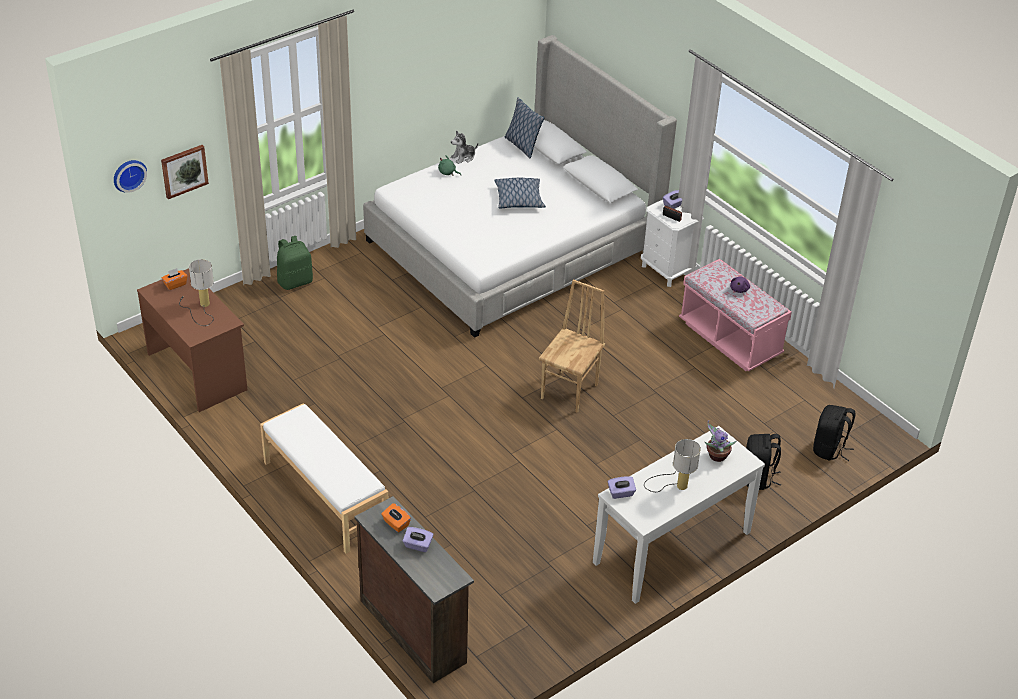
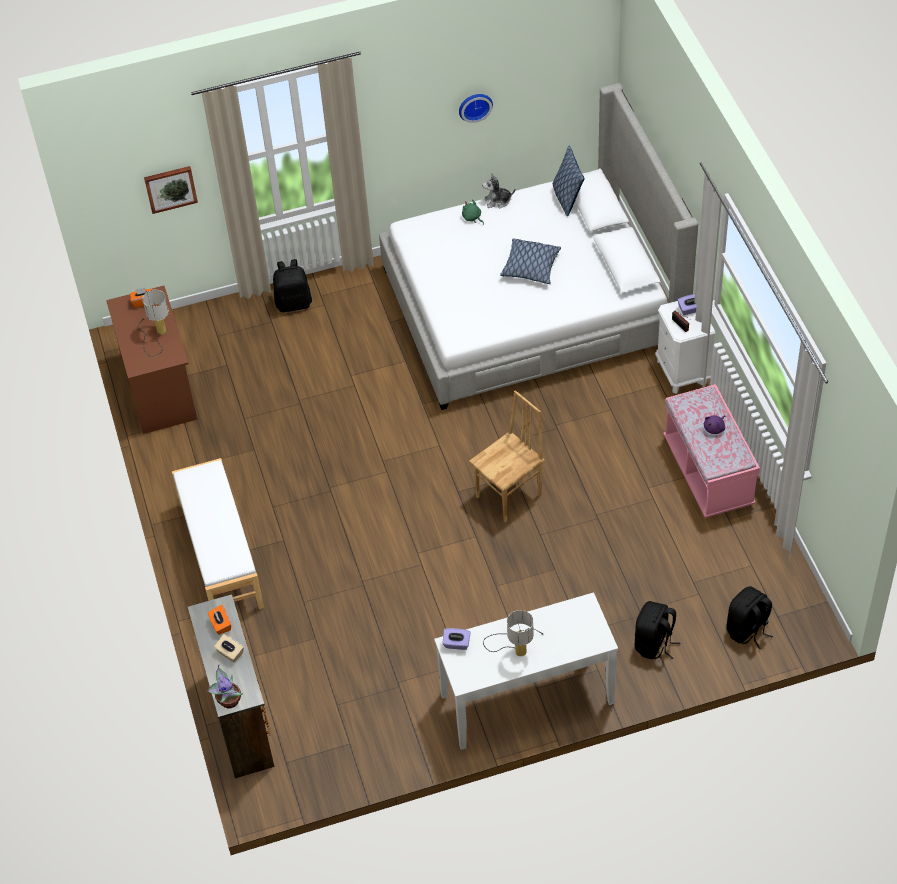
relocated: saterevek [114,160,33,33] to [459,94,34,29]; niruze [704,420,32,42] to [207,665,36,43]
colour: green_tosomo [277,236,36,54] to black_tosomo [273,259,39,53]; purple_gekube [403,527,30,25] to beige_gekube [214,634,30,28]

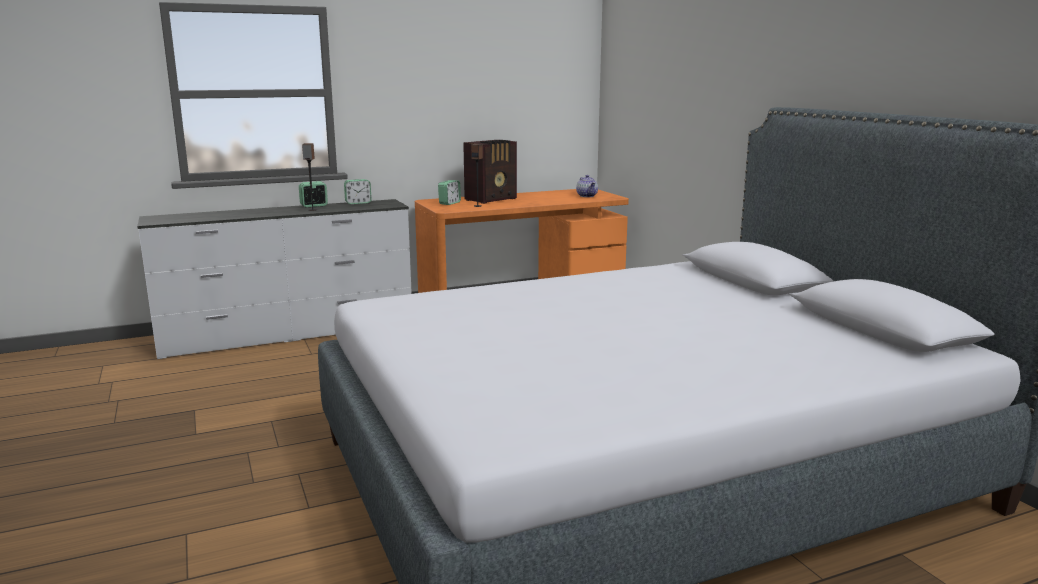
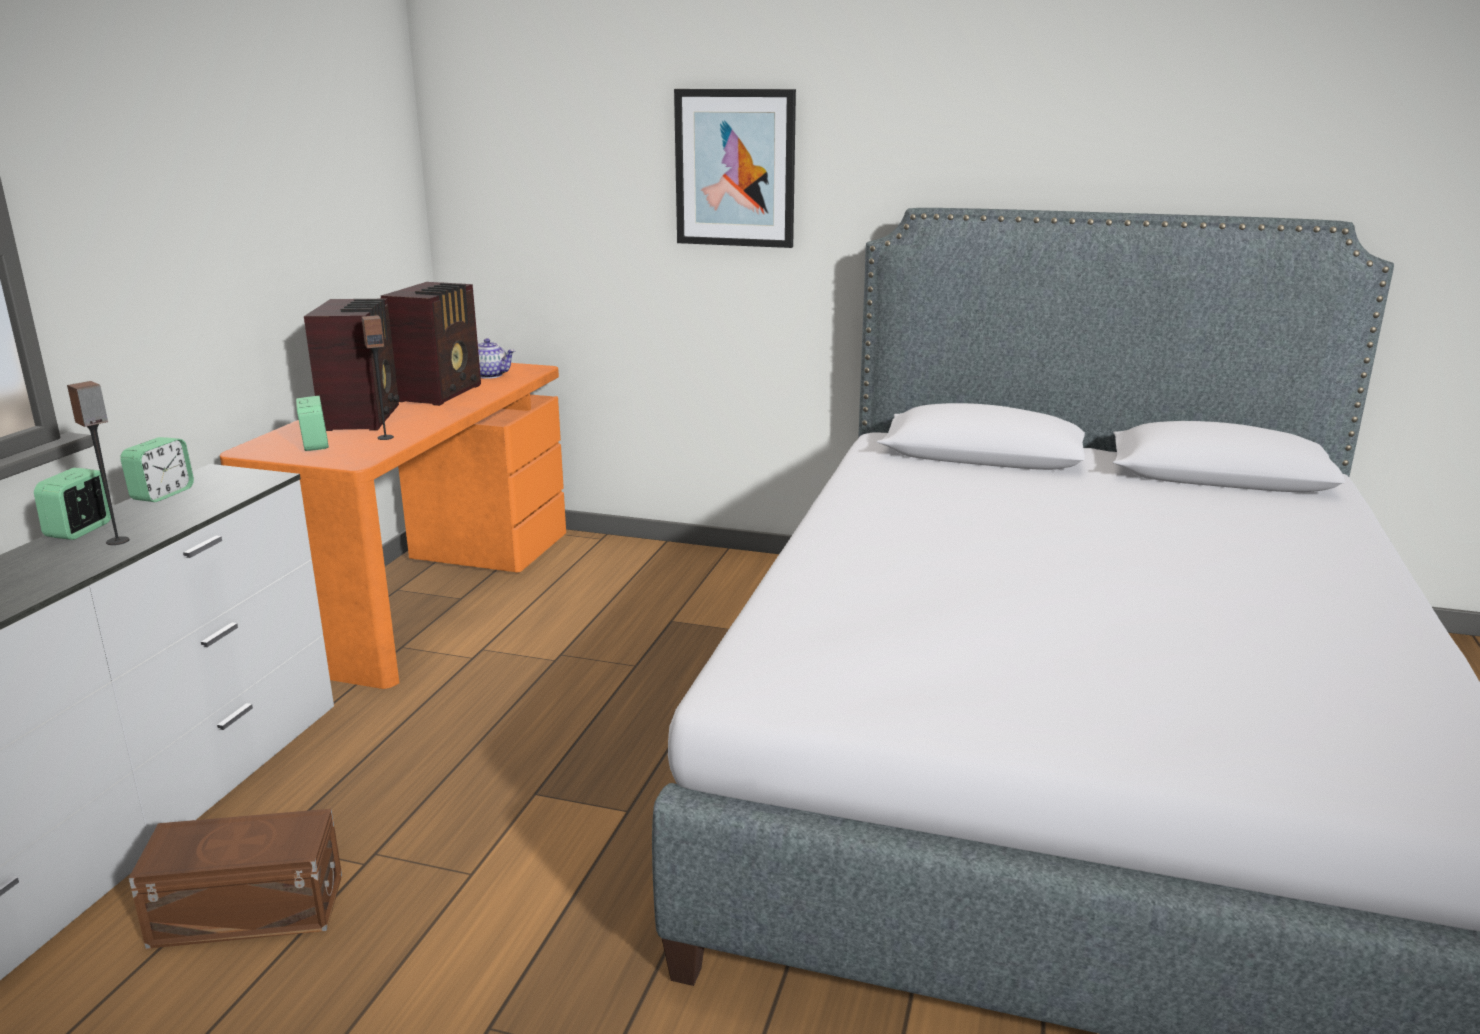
appeared: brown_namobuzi [129,809,213,140]; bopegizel [381,282,100,124]; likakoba [674,89,122,159]

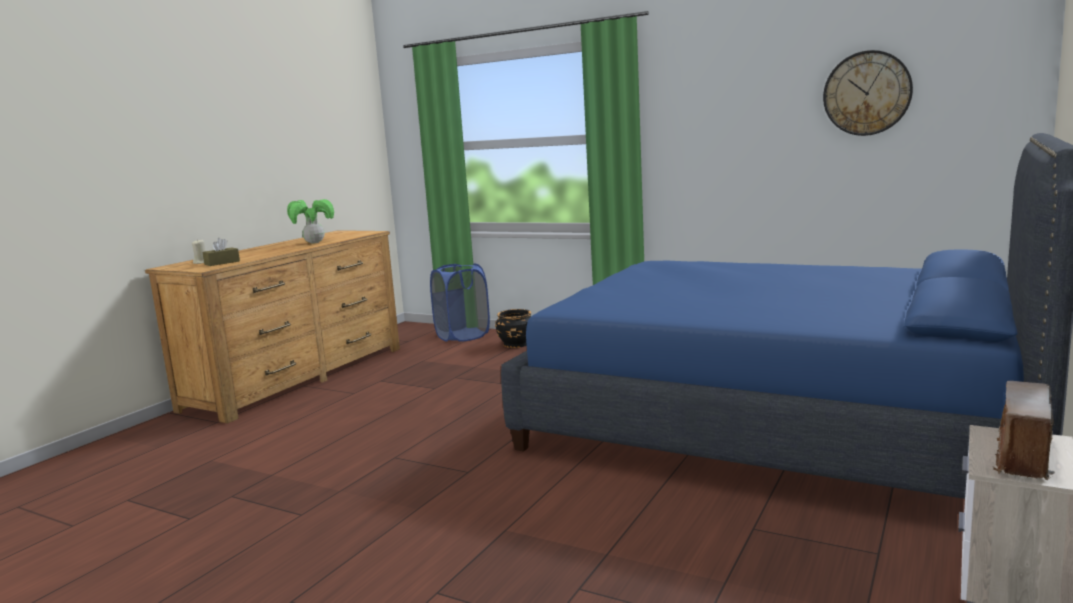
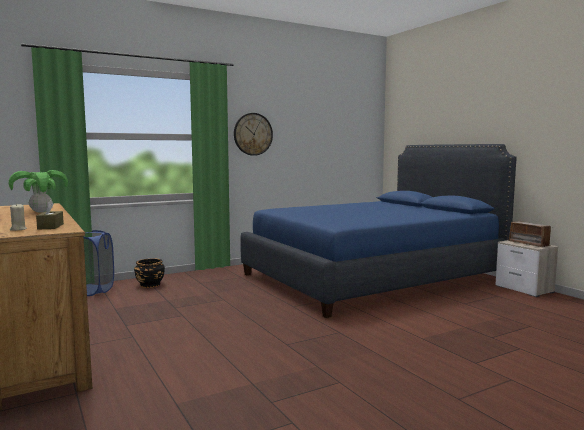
relocated: saterevek [823,50,90,86] to [234,113,39,43]

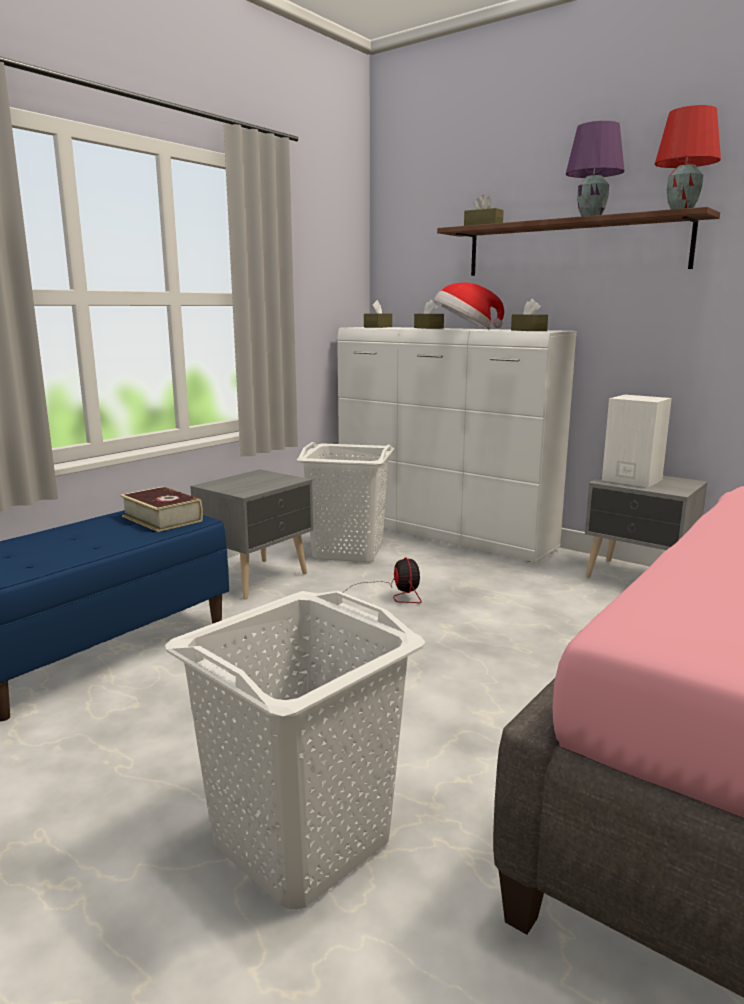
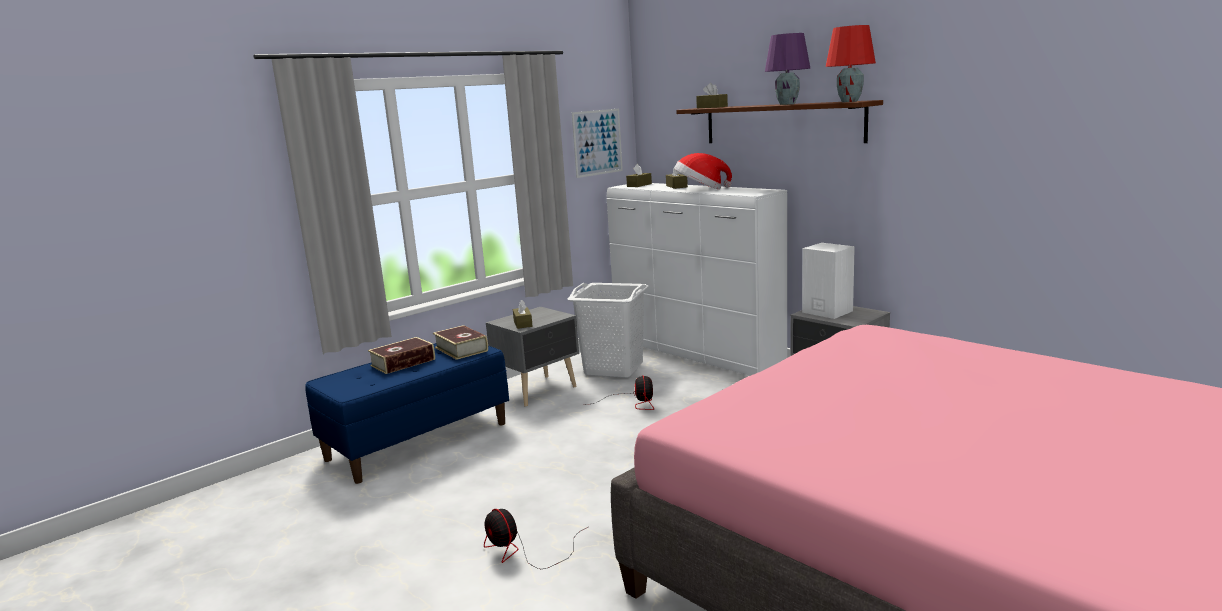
appeared: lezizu [368,337,67,37]; likakoba [572,109,51,69]
relocated: brown_gekube [511,299,37,32] to [513,300,20,29]
exchanged: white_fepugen [165,591,260,319] to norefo [484,509,104,60]

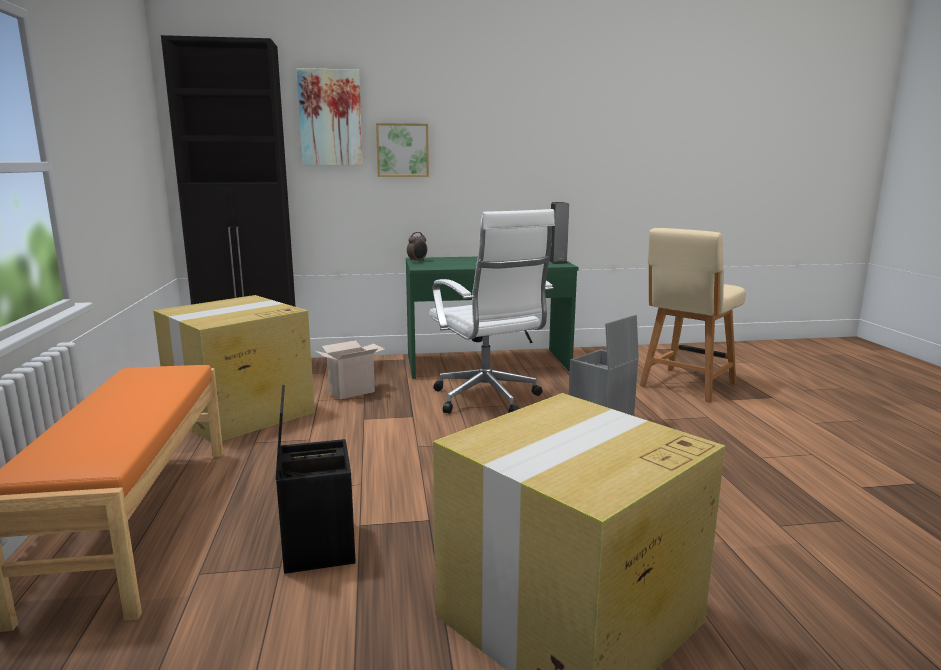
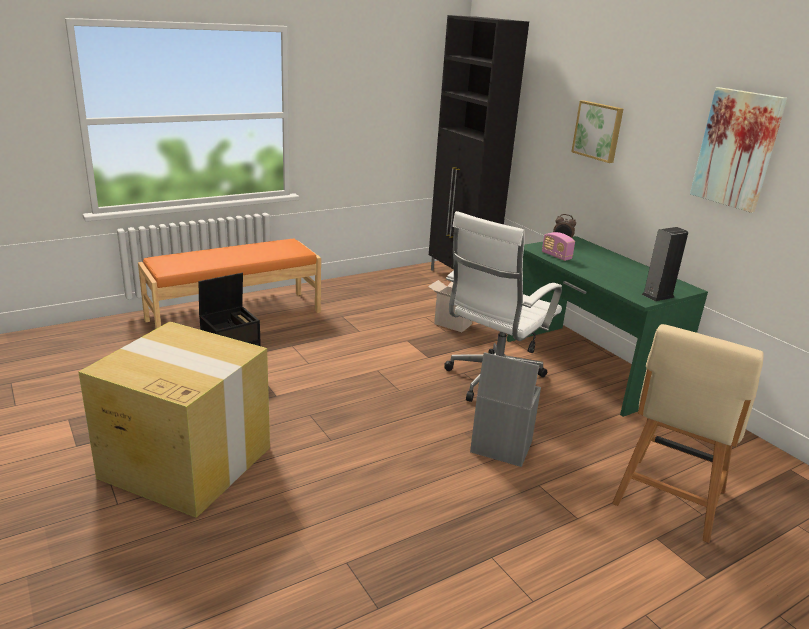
missing: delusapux [153,295,162,148]
appeared: bopegizel [542,232,33,29]
relocated: likakoba [297,68,66,97] to [690,87,97,126]
spun: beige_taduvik [640,228,106,175] = [612,324,152,219] 75 degrees counterclockwise

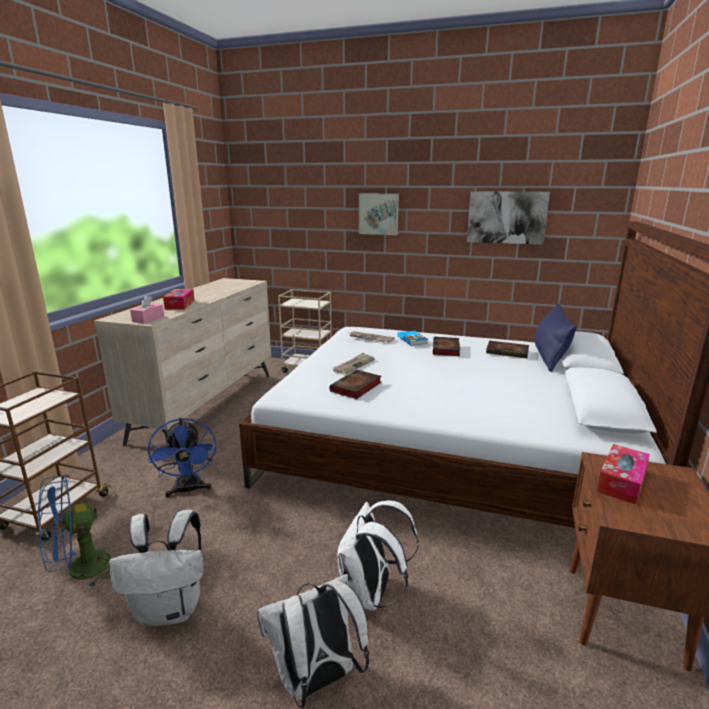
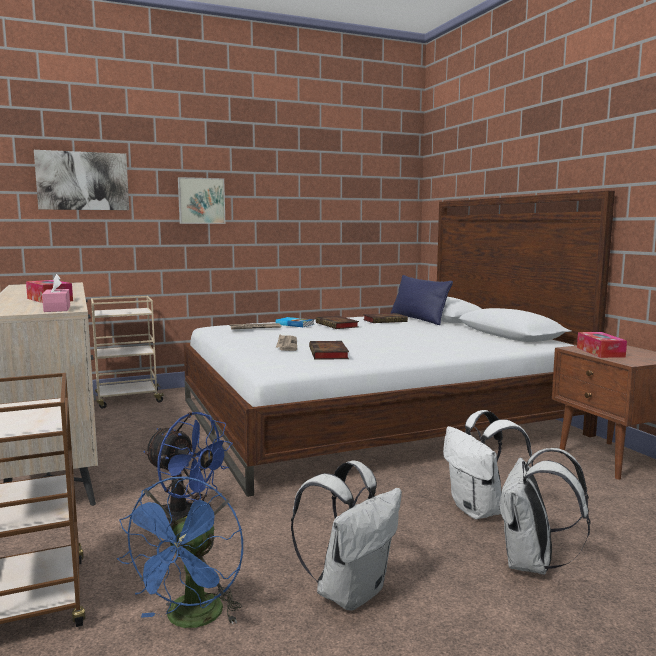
relocated: likakoba [467,191,83,54] to [34,150,95,60]

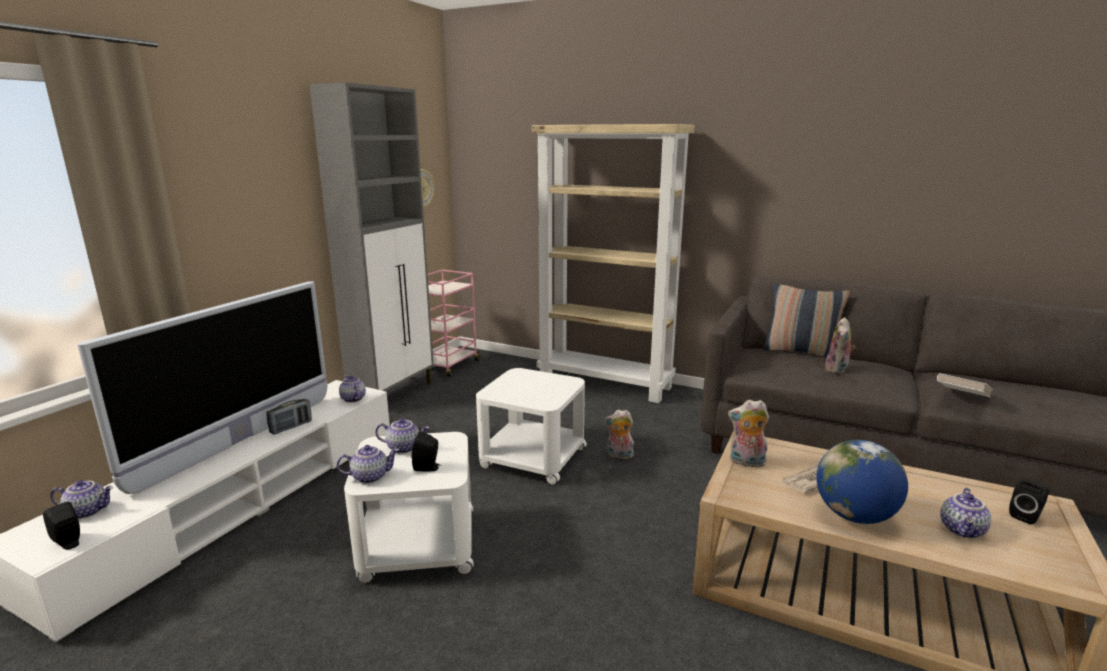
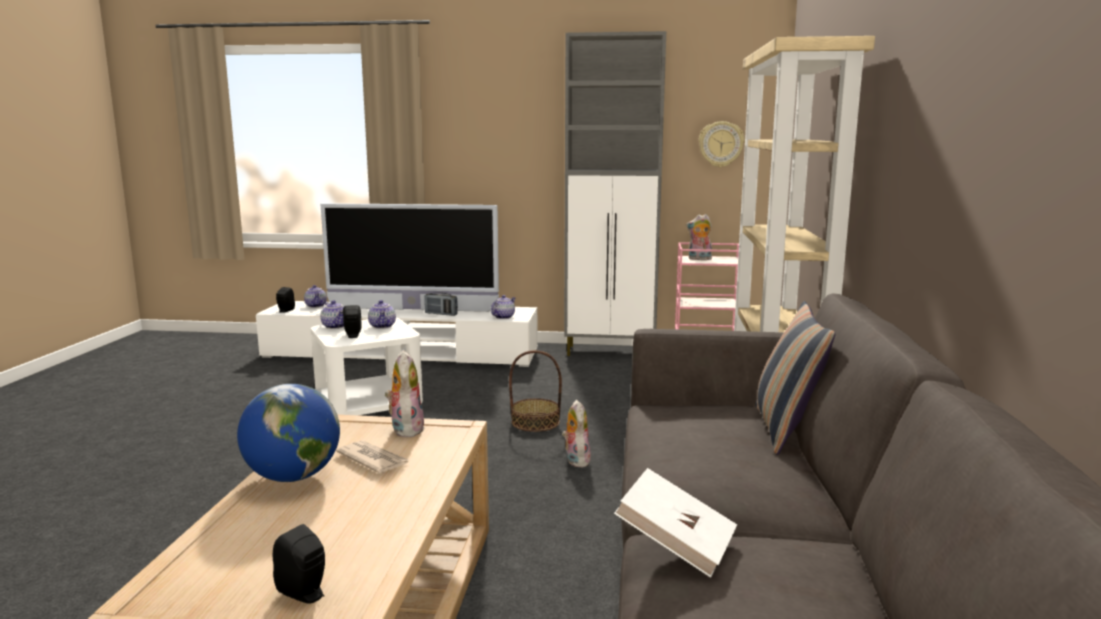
missing: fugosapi [940,488,51,50]
relocated: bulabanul [825,317,30,57] to [686,214,26,46]
exchanged: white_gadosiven [476,368,111,117] to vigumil [509,350,53,82]

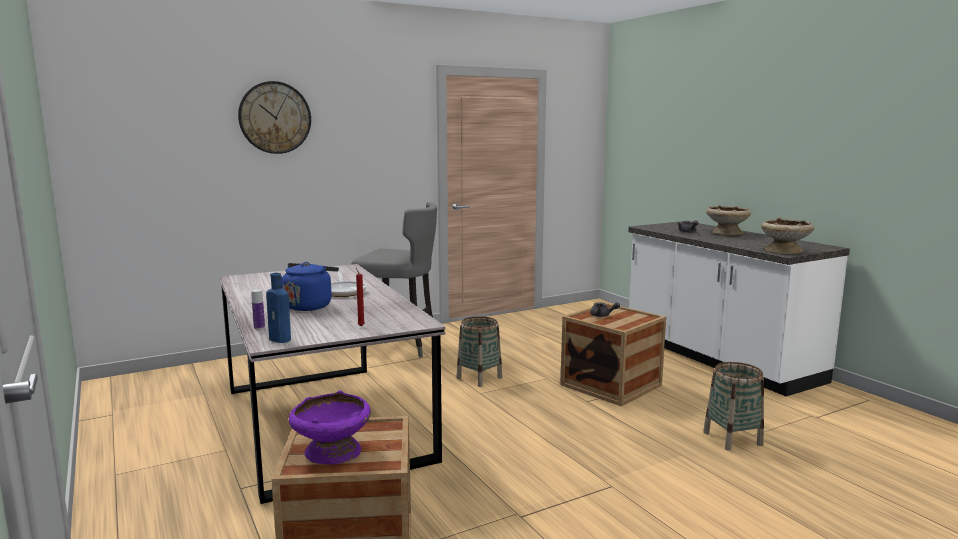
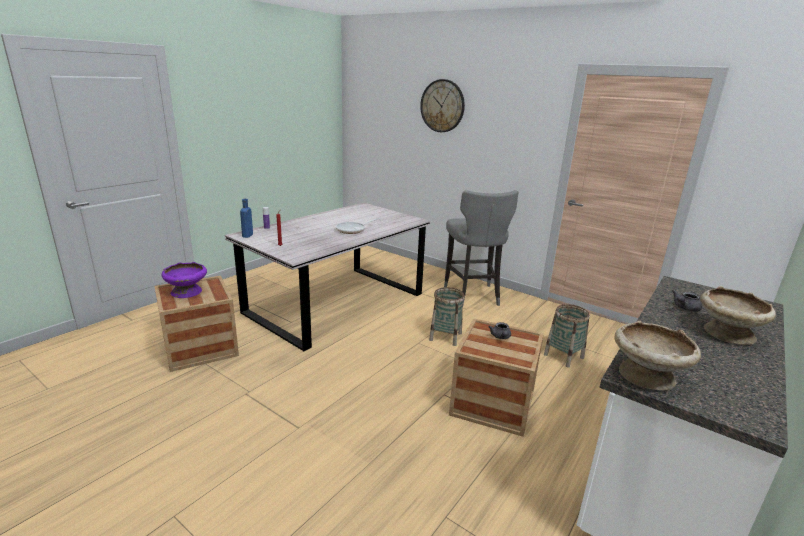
missing: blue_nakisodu [281,262,58,49]
relocated: vigumil [703,362,61,89] to [544,304,46,64]

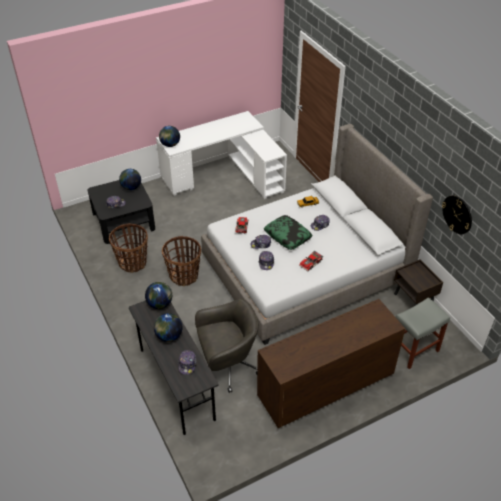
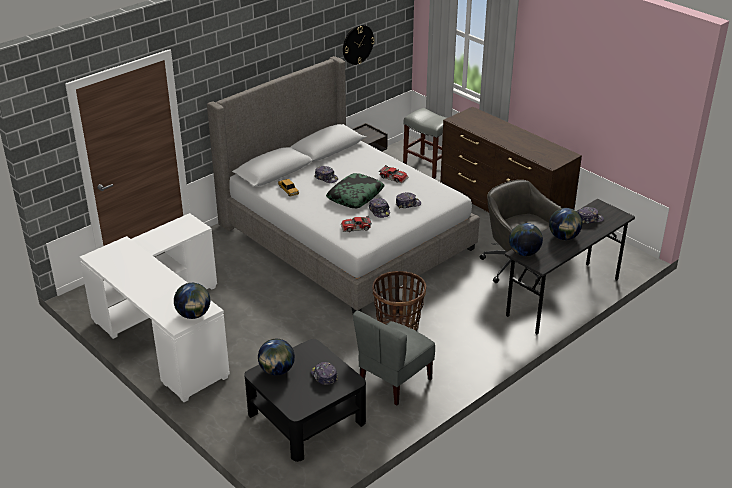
exchanged: vigumil [109,223,39,50] to grey_taduvik [353,311,82,94]

